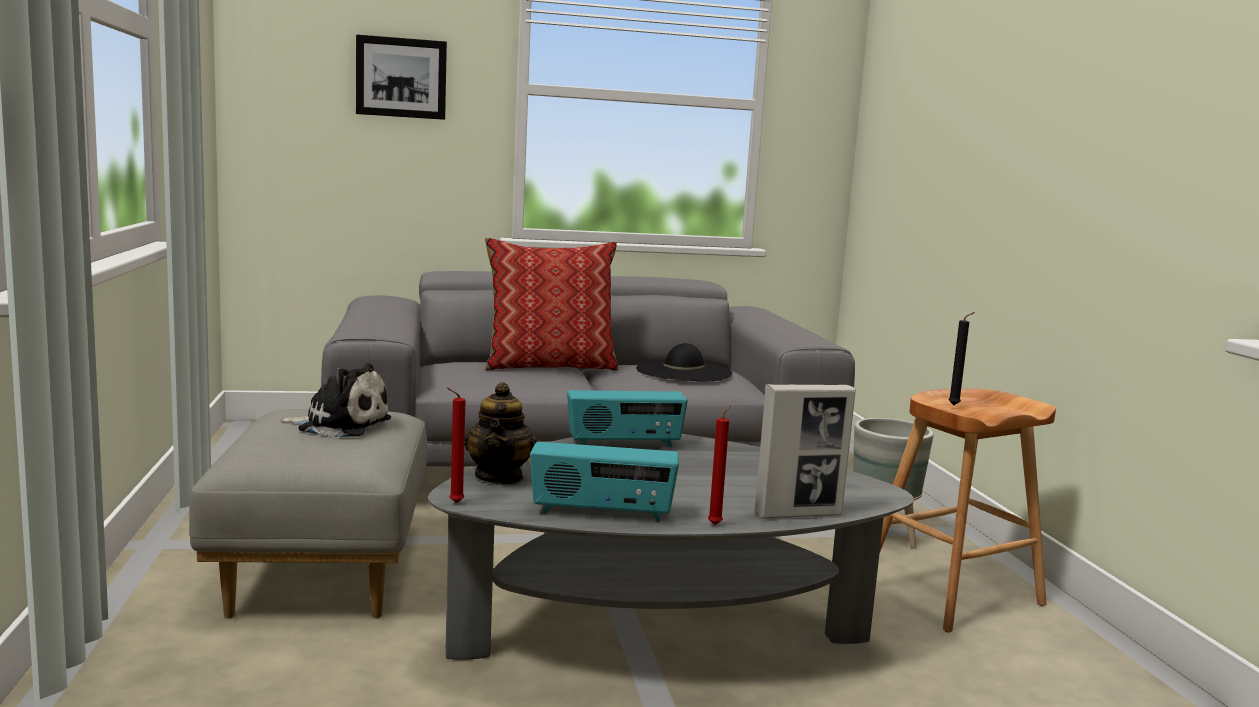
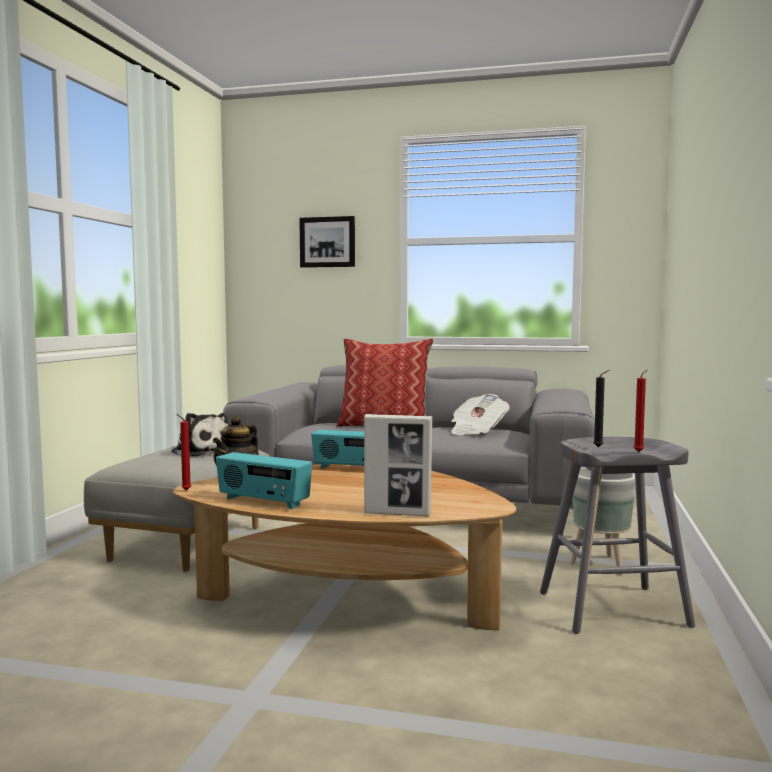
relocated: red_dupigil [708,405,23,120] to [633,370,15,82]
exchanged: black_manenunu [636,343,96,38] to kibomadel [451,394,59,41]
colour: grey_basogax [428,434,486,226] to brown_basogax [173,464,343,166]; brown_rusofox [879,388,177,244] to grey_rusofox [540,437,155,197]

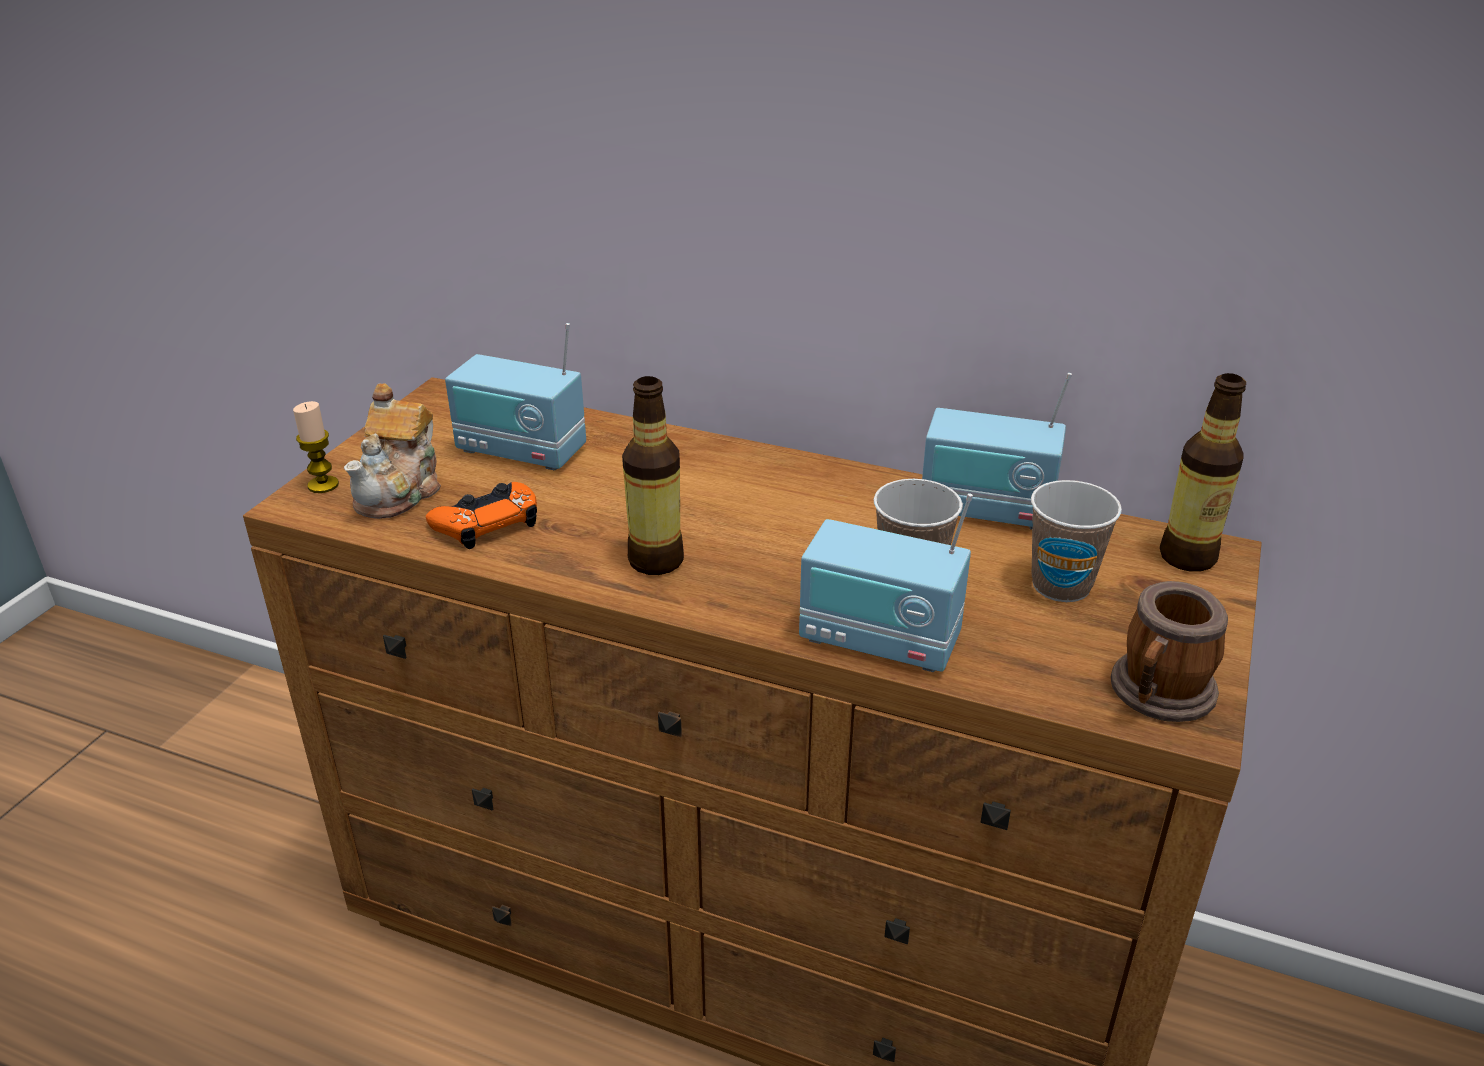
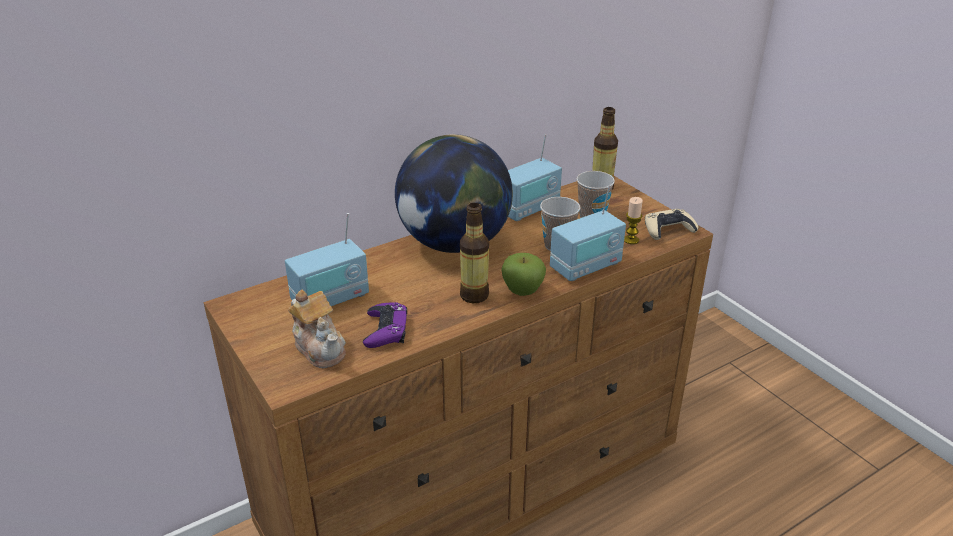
appeared: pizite [395,134,118,119]; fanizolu [501,253,45,43]
relocated: dupigil [293,401,46,92] to [624,197,19,47]
exchanged: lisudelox [1110,581,118,141] to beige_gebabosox [645,209,53,31]
colour: orange_gebabosox [426,482,111,67] to purple_gebabosox [363,302,44,46]

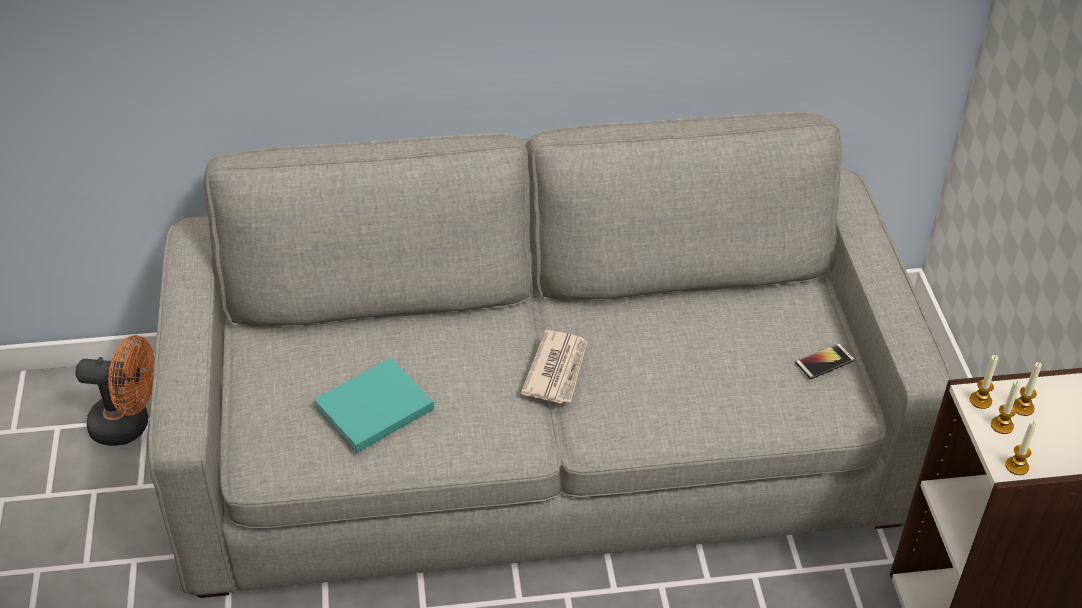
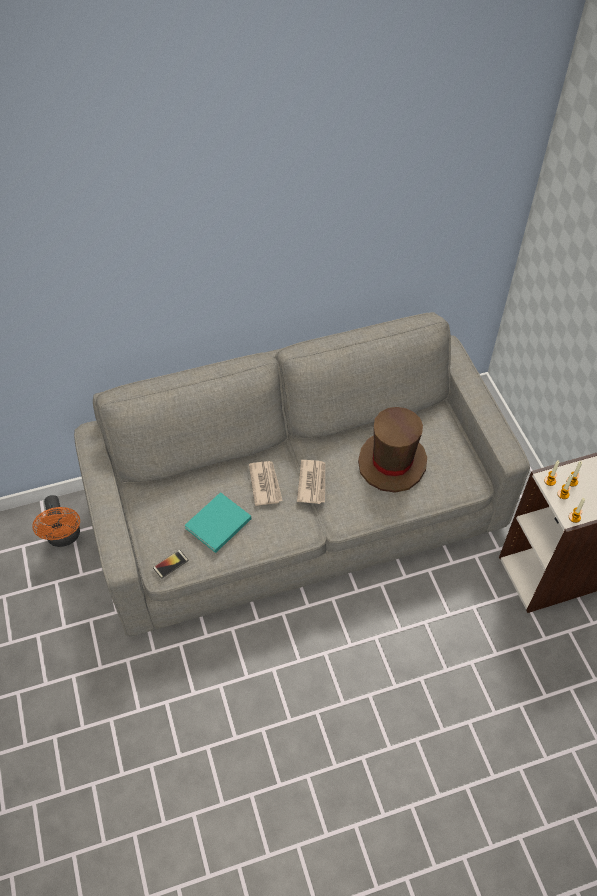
appeared: kibomadel [249,461,34,45]; brown_manenunu [358,407,69,86]
relocated: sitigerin [795,343,60,36] to [153,550,35,29]
spun: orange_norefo [75,335,80,111] = [32,495,48,52] 75 degrees clockwise

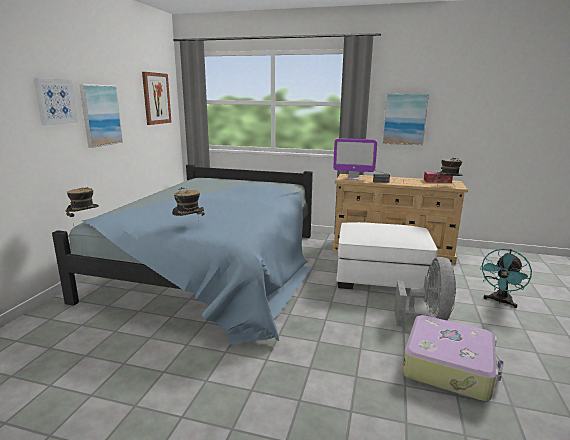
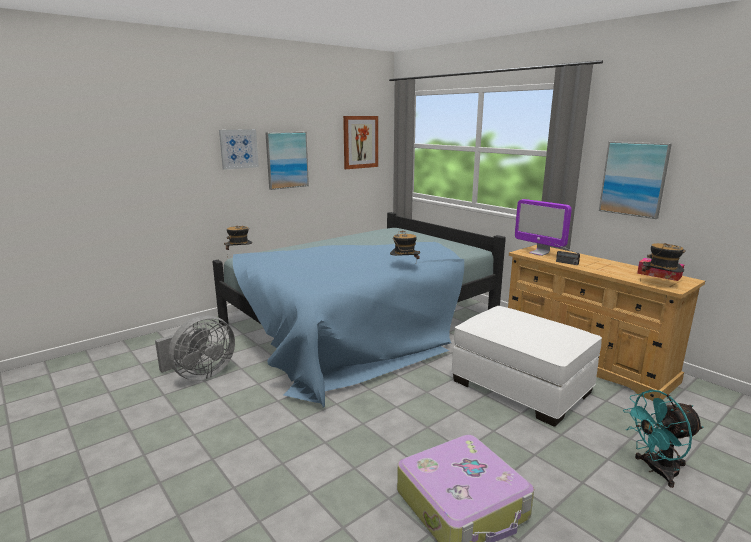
relocated: manenunu [172,187,33,35] to [390,230,30,29]; grey_norefo [394,257,62,70] to [155,315,80,66]

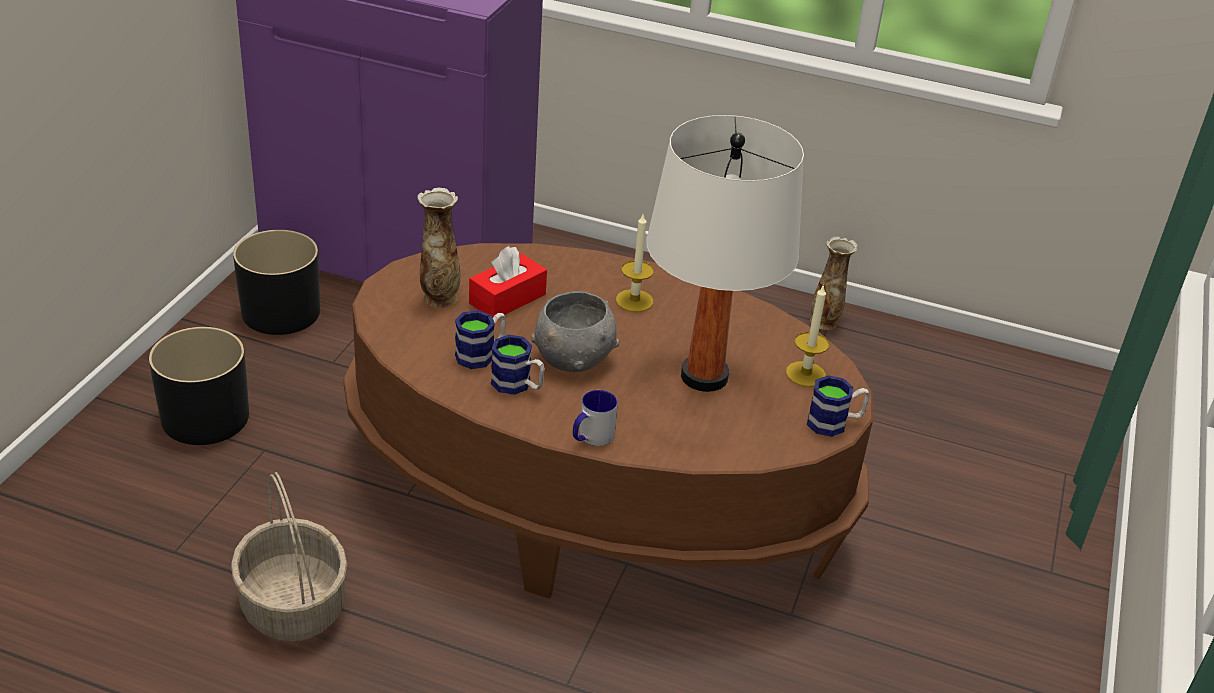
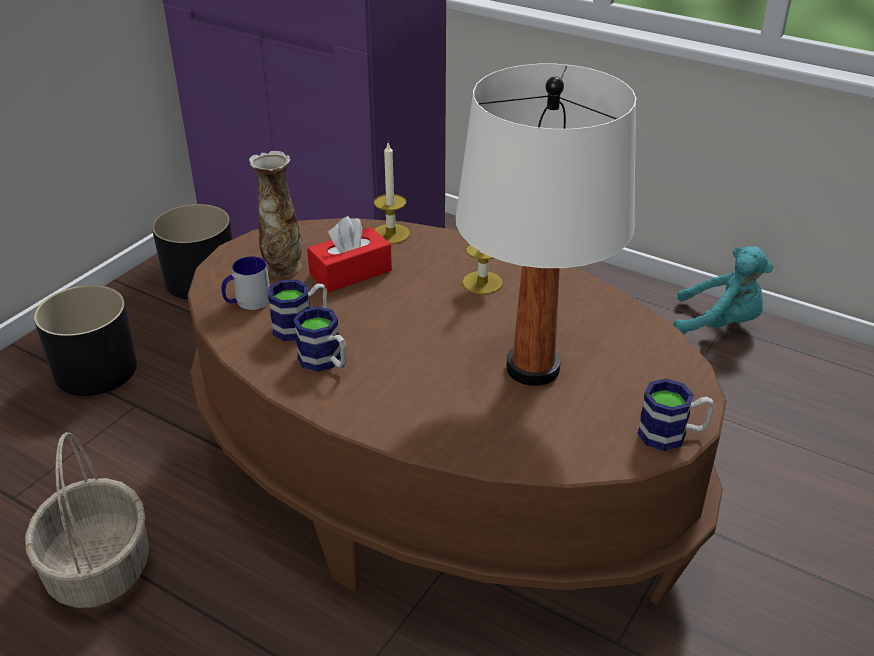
missing: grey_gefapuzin [531,291,88,81]
relocated: lisudelox [573,390,45,56] to [222,256,48,54]; dupigil [786,284,43,103] to [374,143,36,101]
exchanged: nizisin [810,236,47,94] to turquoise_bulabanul [673,246,100,88]

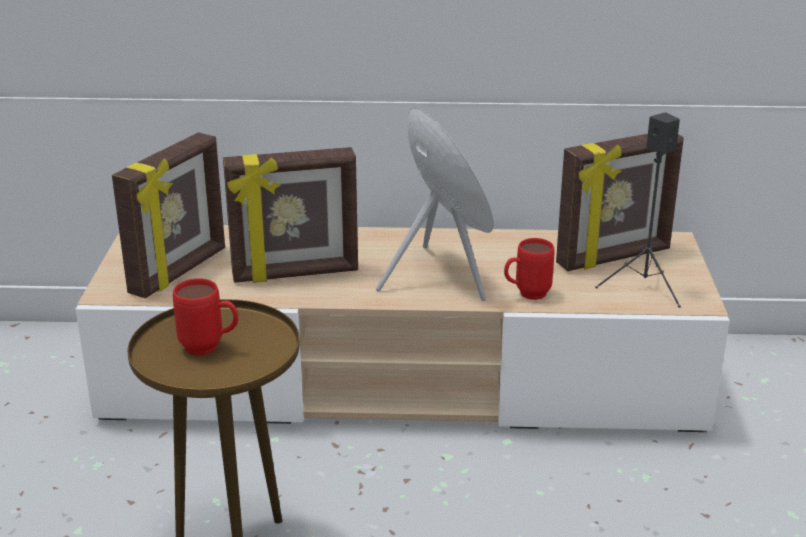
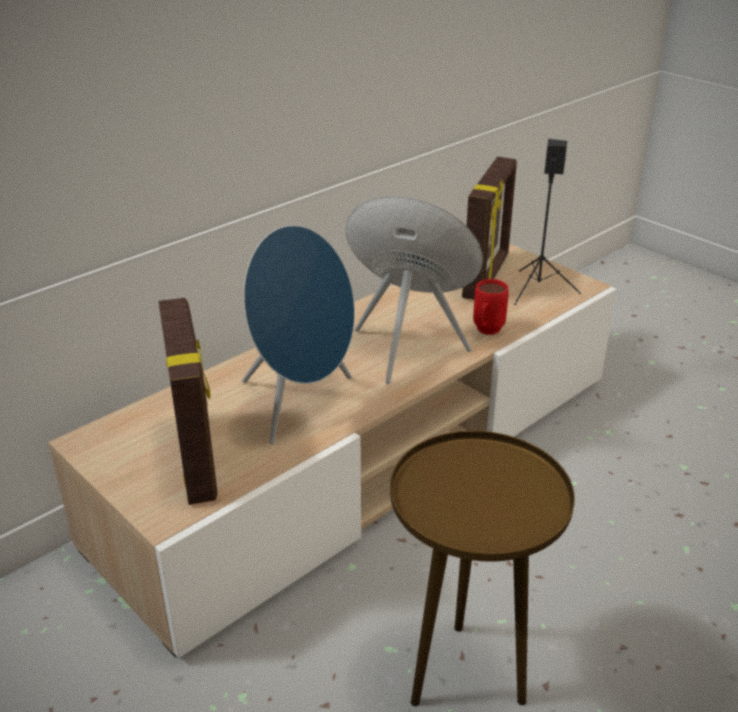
missing: red_lisudelox [173,278,65,77]
exchanged: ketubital [223,147,135,136] to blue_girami [242,225,113,219]

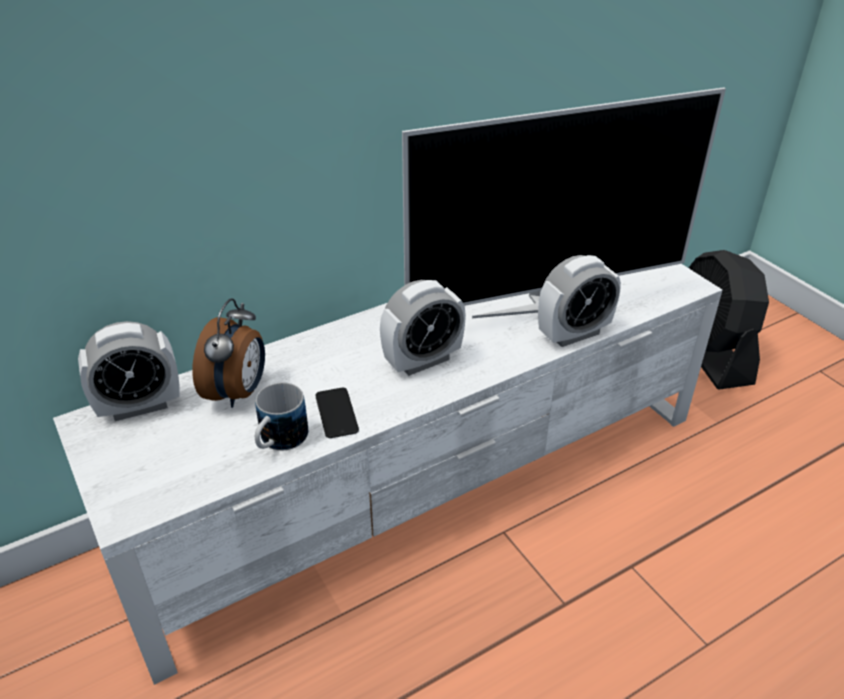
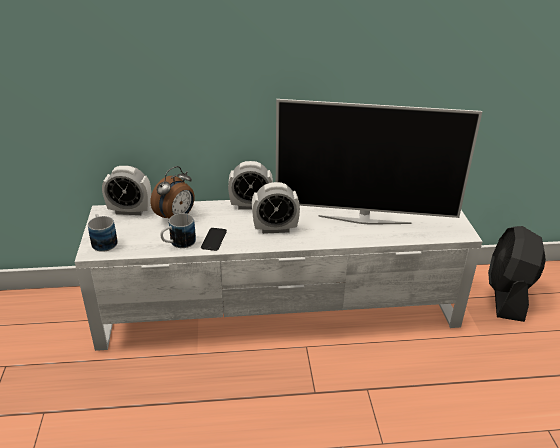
appeared: lisudelox [88,214,30,38]
relocated: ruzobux [538,255,83,92] to [228,161,45,49]

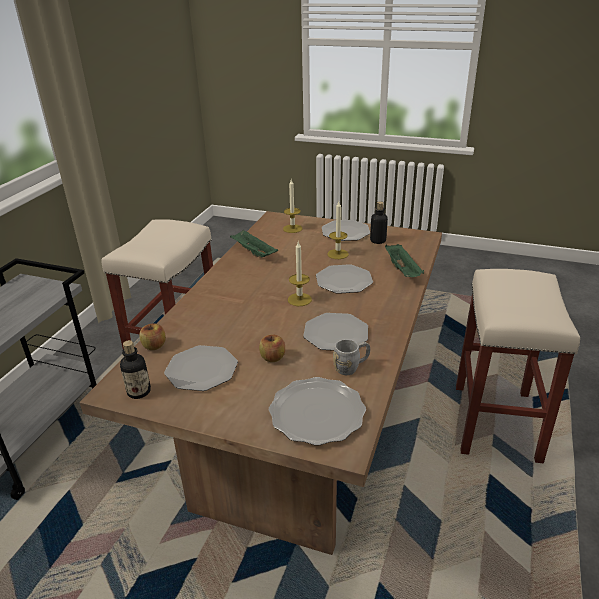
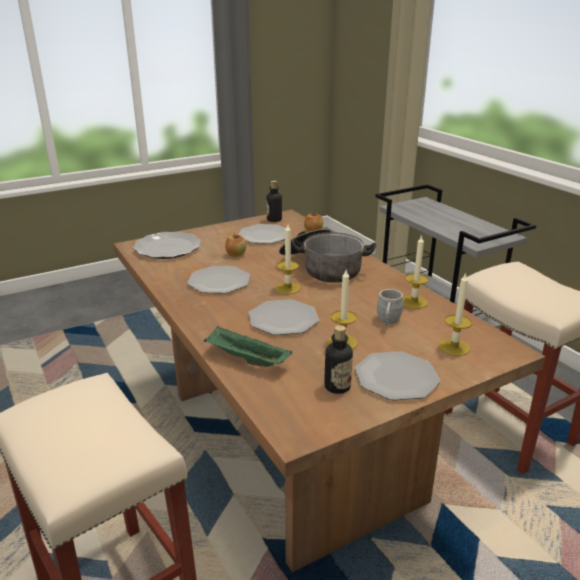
appeared: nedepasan [279,229,97,54]
relocated: grey_lisudelox [333,339,37,36] to [377,289,27,37]
exchanged: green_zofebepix [230,229,48,29] to dupigil [403,234,26,75]

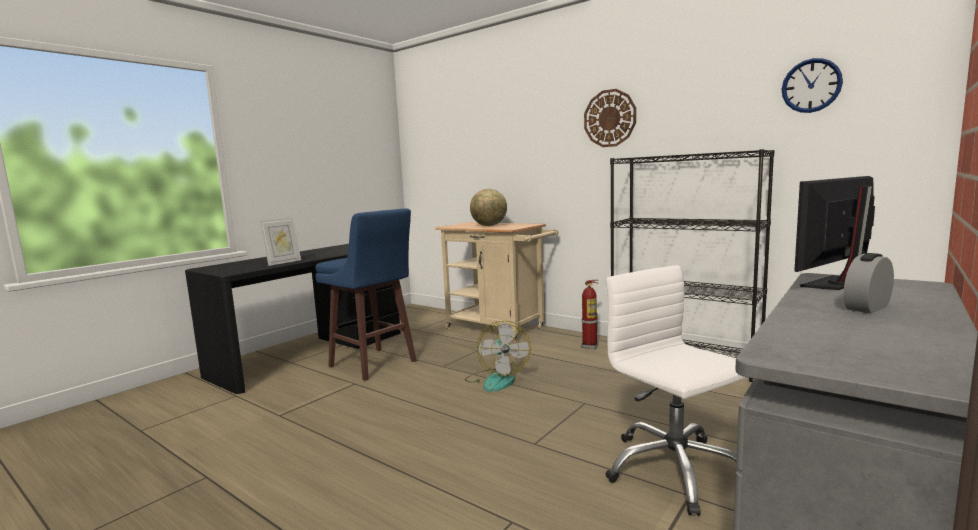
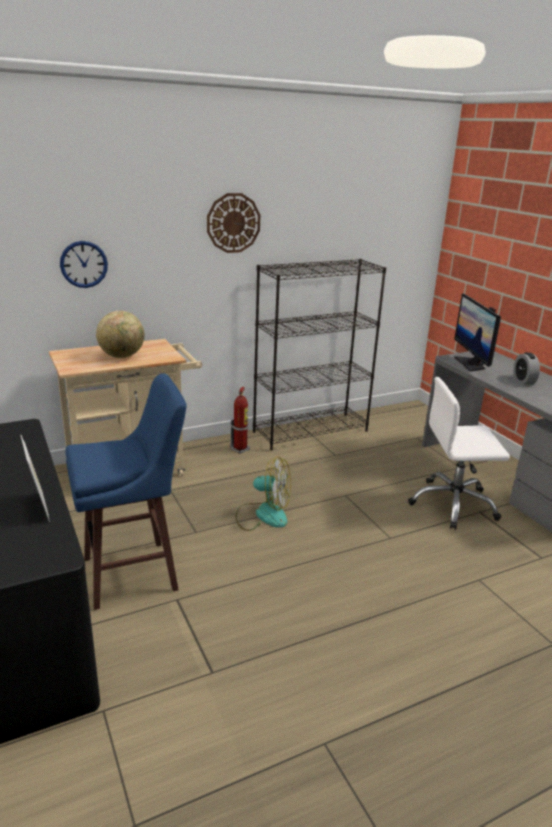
relocated: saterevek [782,58,61,55] to [60,241,48,47]

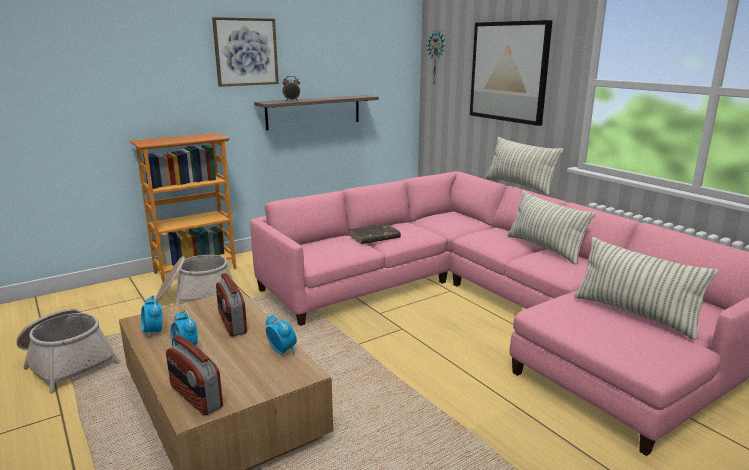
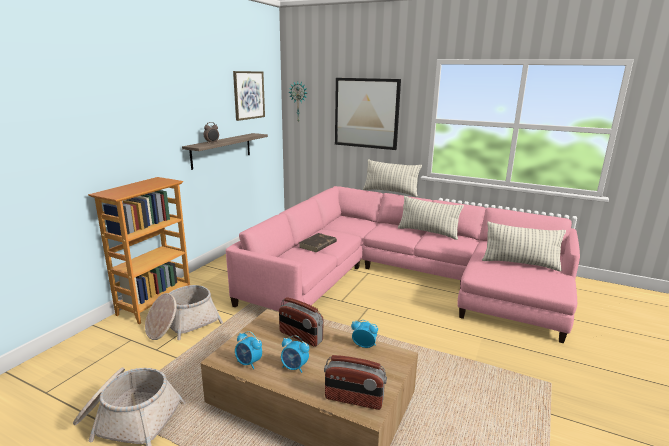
relocated: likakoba [212,17,67,70] to [233,71,32,50]

